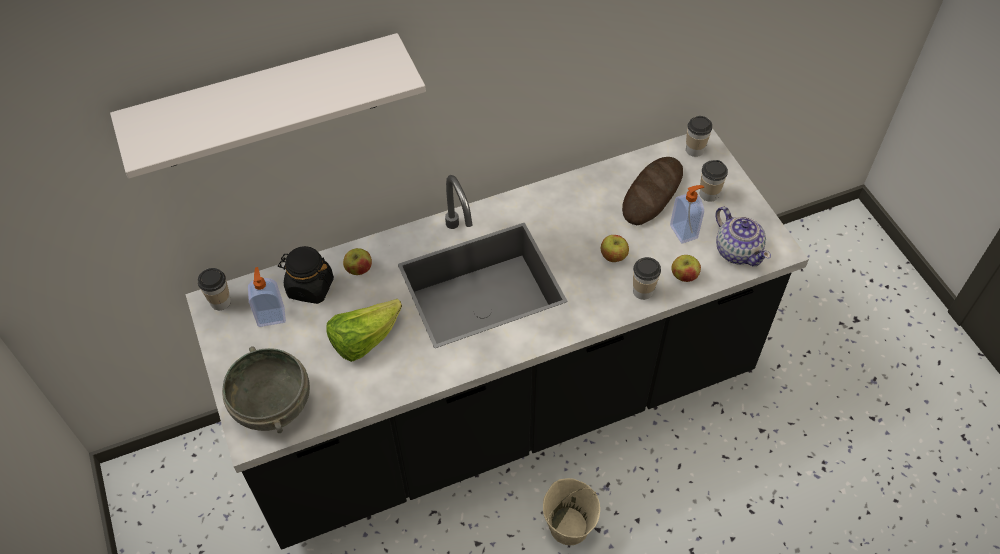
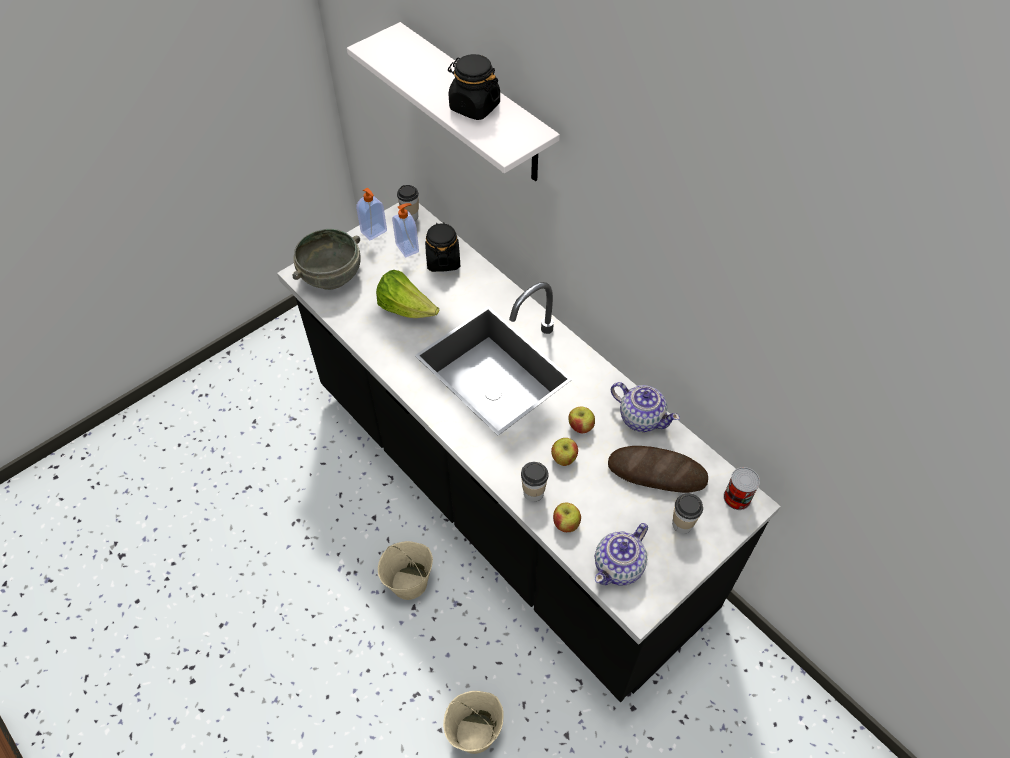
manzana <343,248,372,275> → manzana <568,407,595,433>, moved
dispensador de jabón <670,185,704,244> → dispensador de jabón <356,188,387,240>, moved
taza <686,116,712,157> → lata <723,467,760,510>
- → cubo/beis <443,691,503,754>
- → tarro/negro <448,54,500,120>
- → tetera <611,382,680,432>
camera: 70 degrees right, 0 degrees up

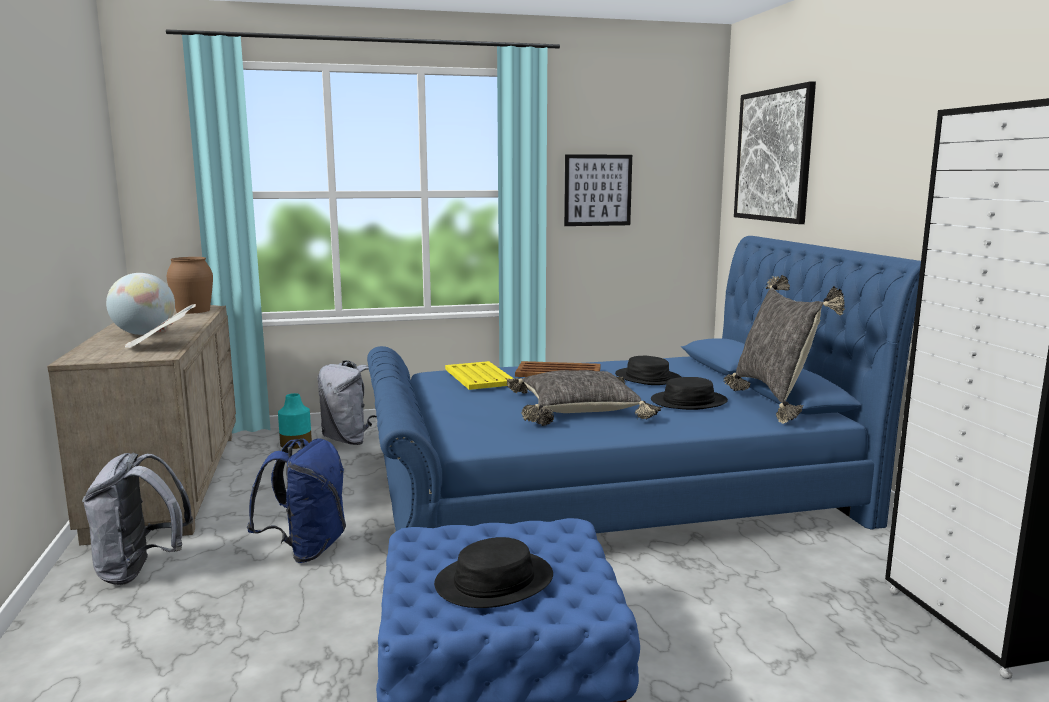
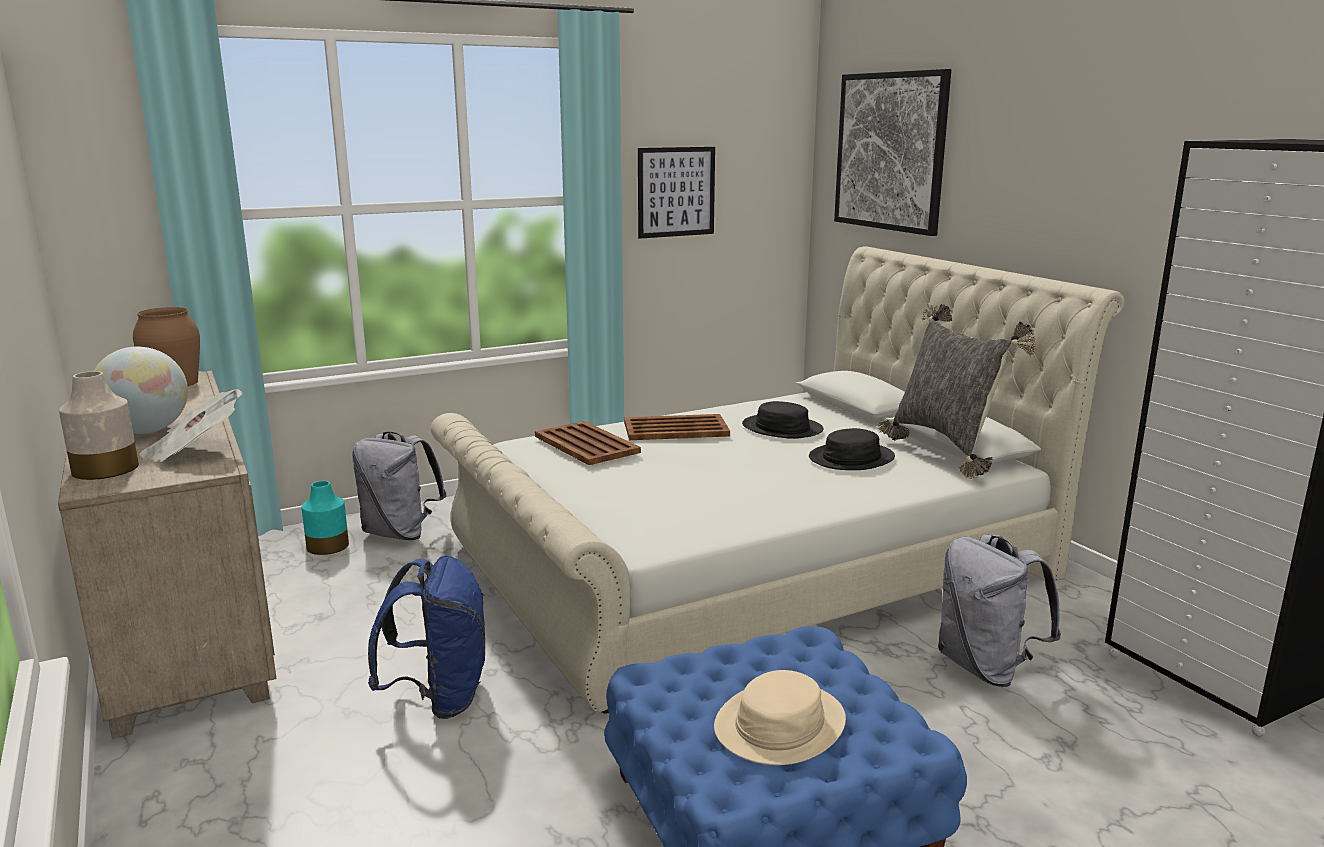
mochila/gris <82,453,193,585> → mochila/gris <938,534,1061,687>, moved
cama/azul <367,236,921,533> → cama/beis <430,246,1125,714>
sombrero/negro <434,537,553,608> → sombrero/beis <714,670,846,765>
bandeja/amarillo <445,361,514,390> → bandeja/marrón <535,421,641,465>
cojín <506,370,663,426> → -
- → florero/beis <59,371,139,480>
camera: 15 degrees left, 5 degrees up

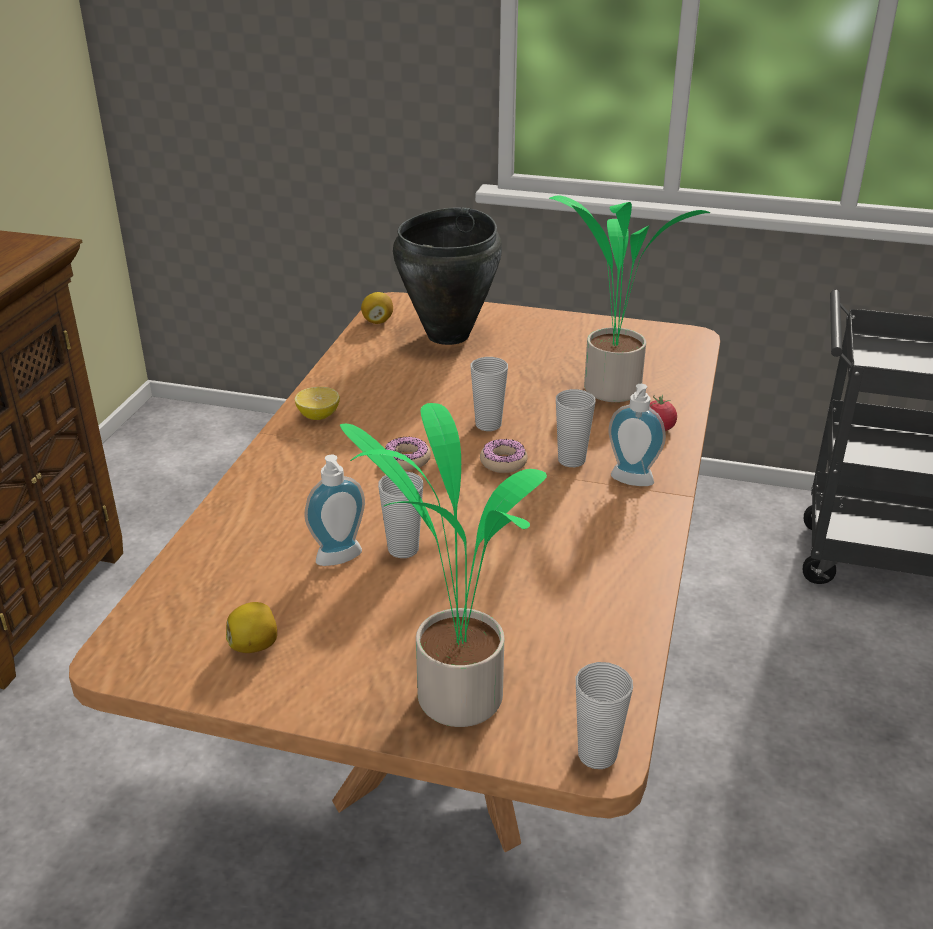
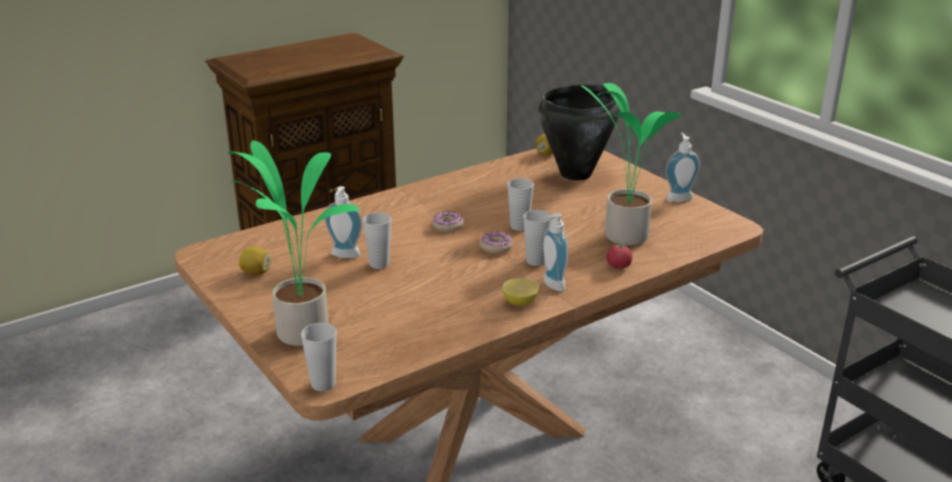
limón <295,387,340,420> → limón <502,278,539,306>, moved
- → dispensador de jabón <666,133,700,202>
camera: 40 degrees right, 5 degrees down

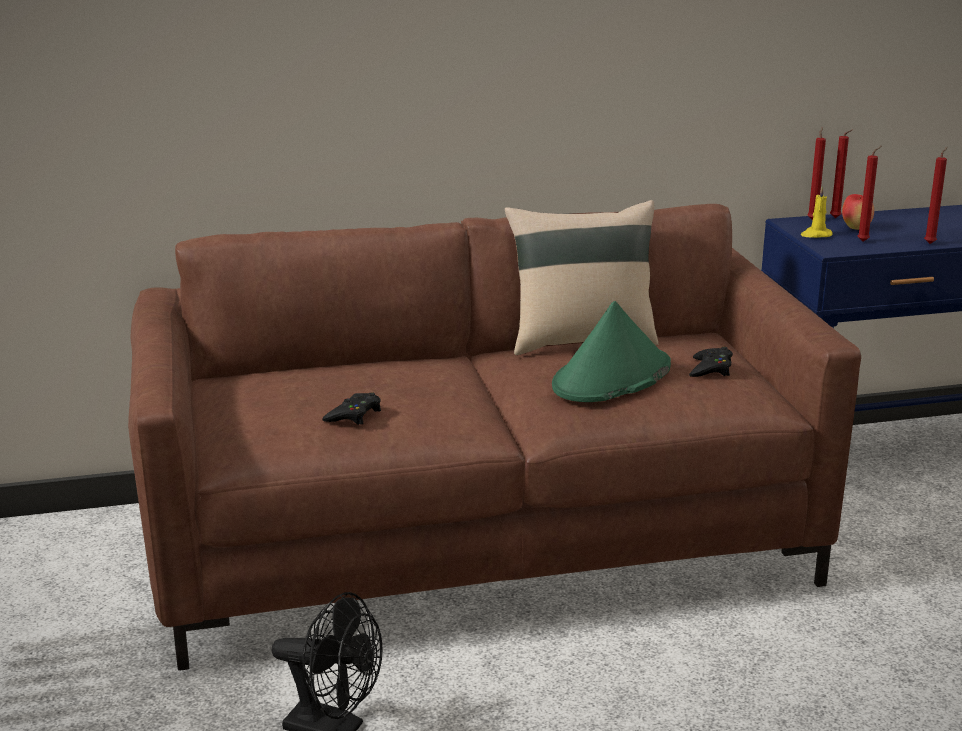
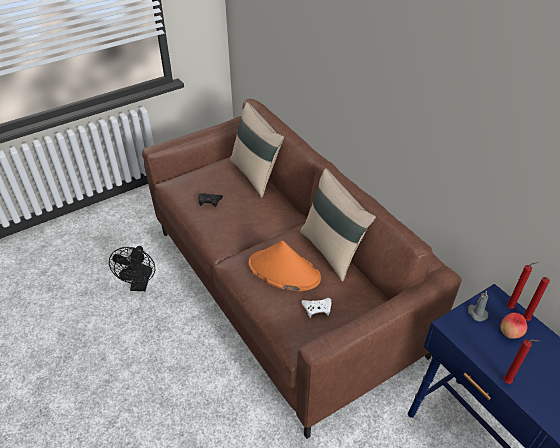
sombrero/verde <552,301,671,402> → sombrero/naranja <249,241,321,291>
mando de consola/negro <689,347,733,377> → mando de consola/blanco <301,298,331,318>
vela/amarillo <801,186,832,238> → vela/gris <468,291,488,321>
vela/rojo <857,146,882,241> → -
- → cojín/beis <230,102,284,198>
camera: 70 degrees right, 20 degrees up

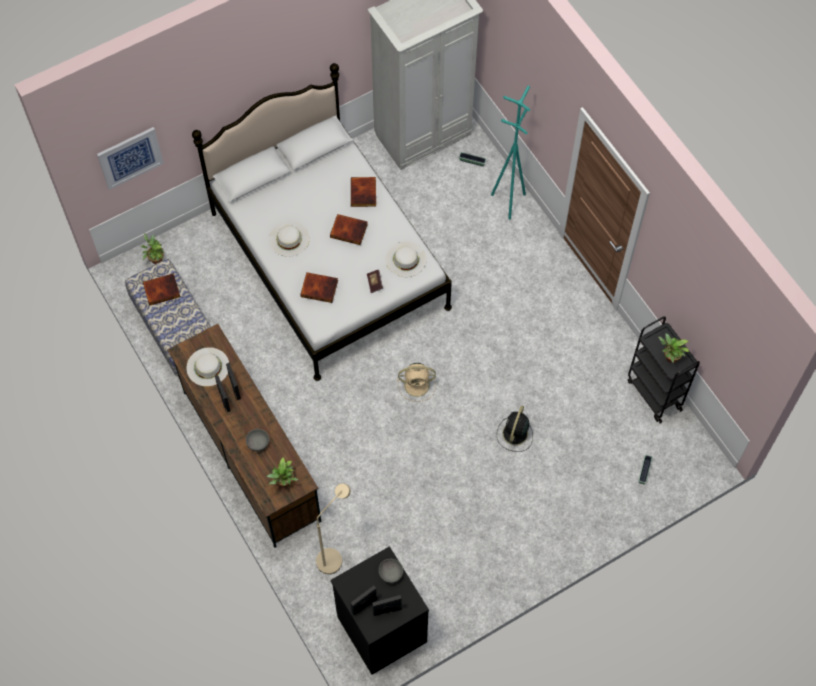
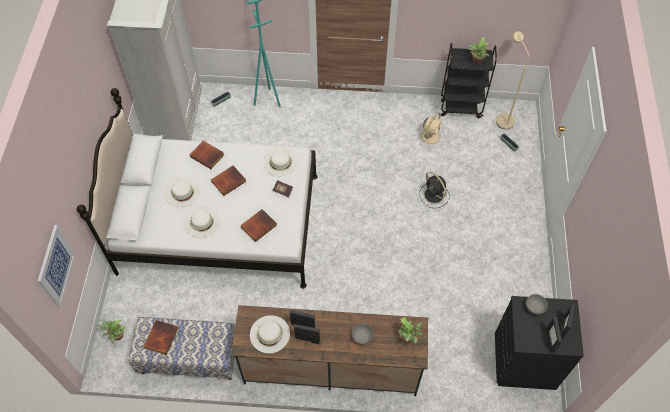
lámpara de pie/beis <316,484,351,574> → lámpara de pie/beis <496,31,529,129>, moved
ventilador/beis <397,363,436,401> → ventilador/beis <418,112,445,148>, moved
- → sombrero/blanco <165,177,200,207>
camera: 55 degrees left, 5 degrees down

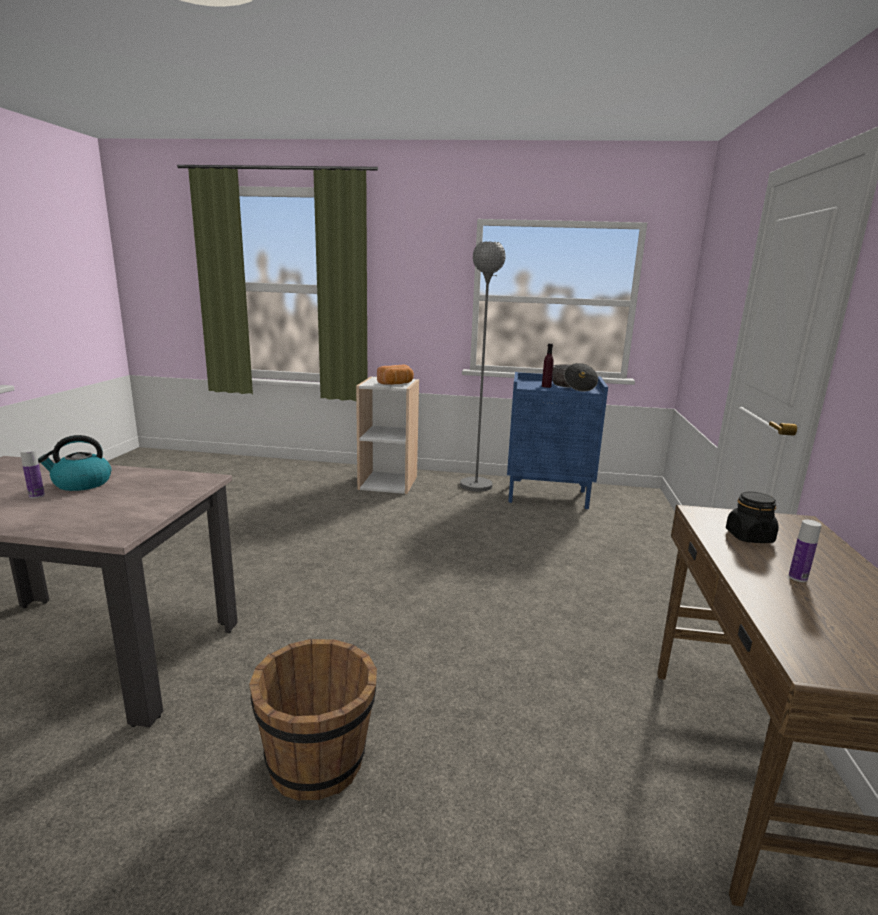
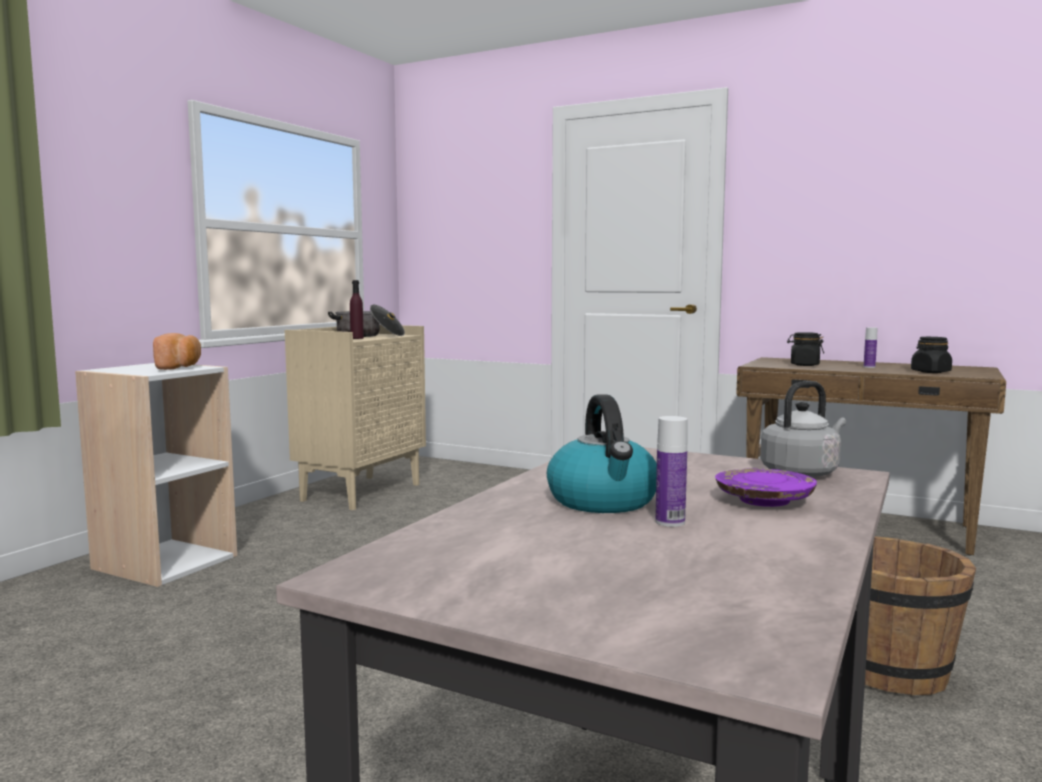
lámpara de pie/gris <460,241,506,492> → -
armario/azul <507,372,608,509> → armario/beis <285,325,426,510>
- → plato/morado <715,468,817,507>
- → hervidor/gris <760,381,846,477>
- → tarro/negro <911,337,952,373>
camera: 70 degrees left, 10 degrees down

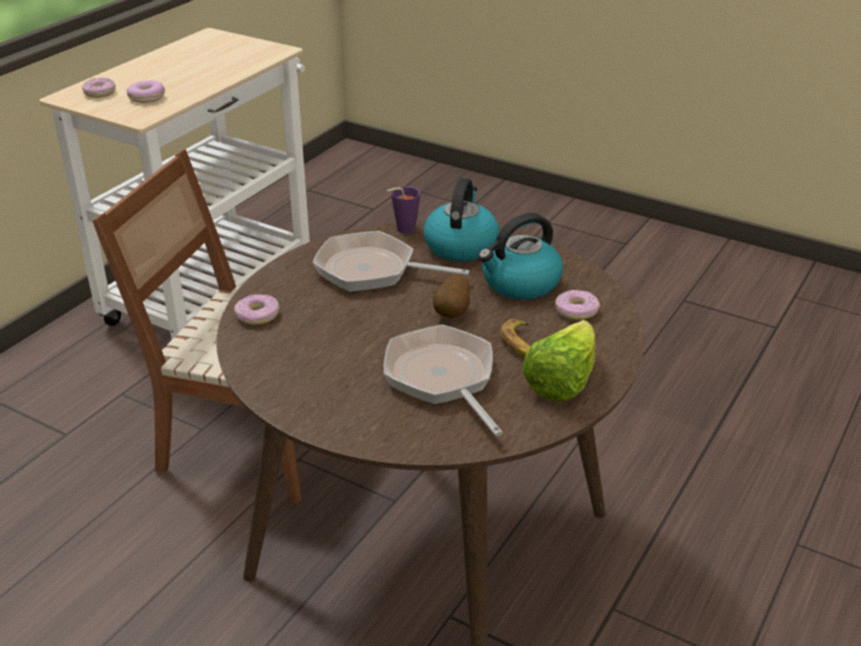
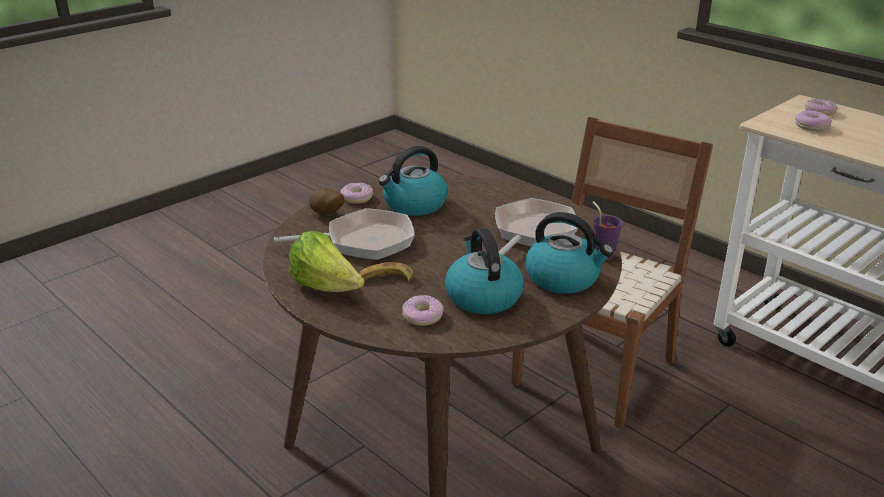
rosquilla <234,294,279,325> → rosquilla <340,183,373,204>, moved
patata <433,274,470,318> → patata <309,188,344,215>, moved
- → hervidor <378,146,448,216>
camera: 105 degrees right, 5 degrees down

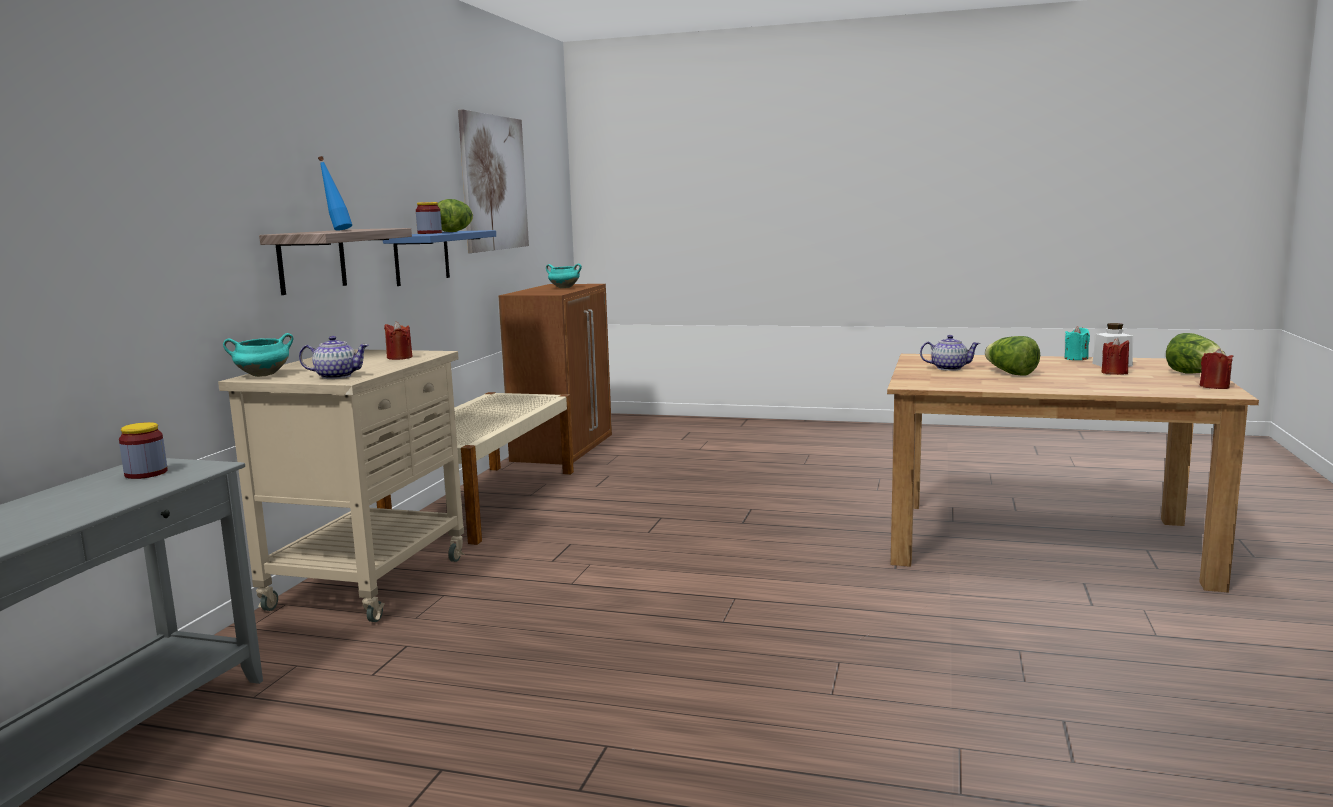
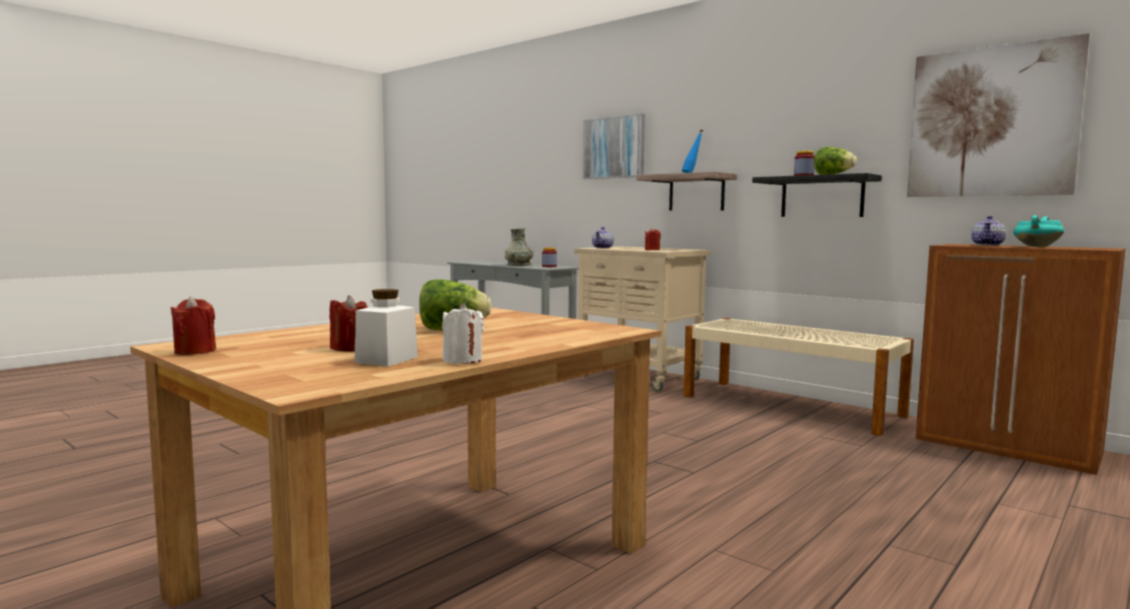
olla/turquesa <223,333,293,377> → -
estante/azul <383,230,496,286> → estante/negro <752,173,882,217>
tetera <920,335,980,371> → tetera <971,216,1006,245>, moved
vela/turquesa <1064,326,1090,360> → vela/blanco <442,303,484,364>
lechuga <1166,333,1226,374> → -
- → florero/gris <505,228,534,266>
- → cuadro <582,114,645,179>
camera: 115 degrees right, 5 degrees down

